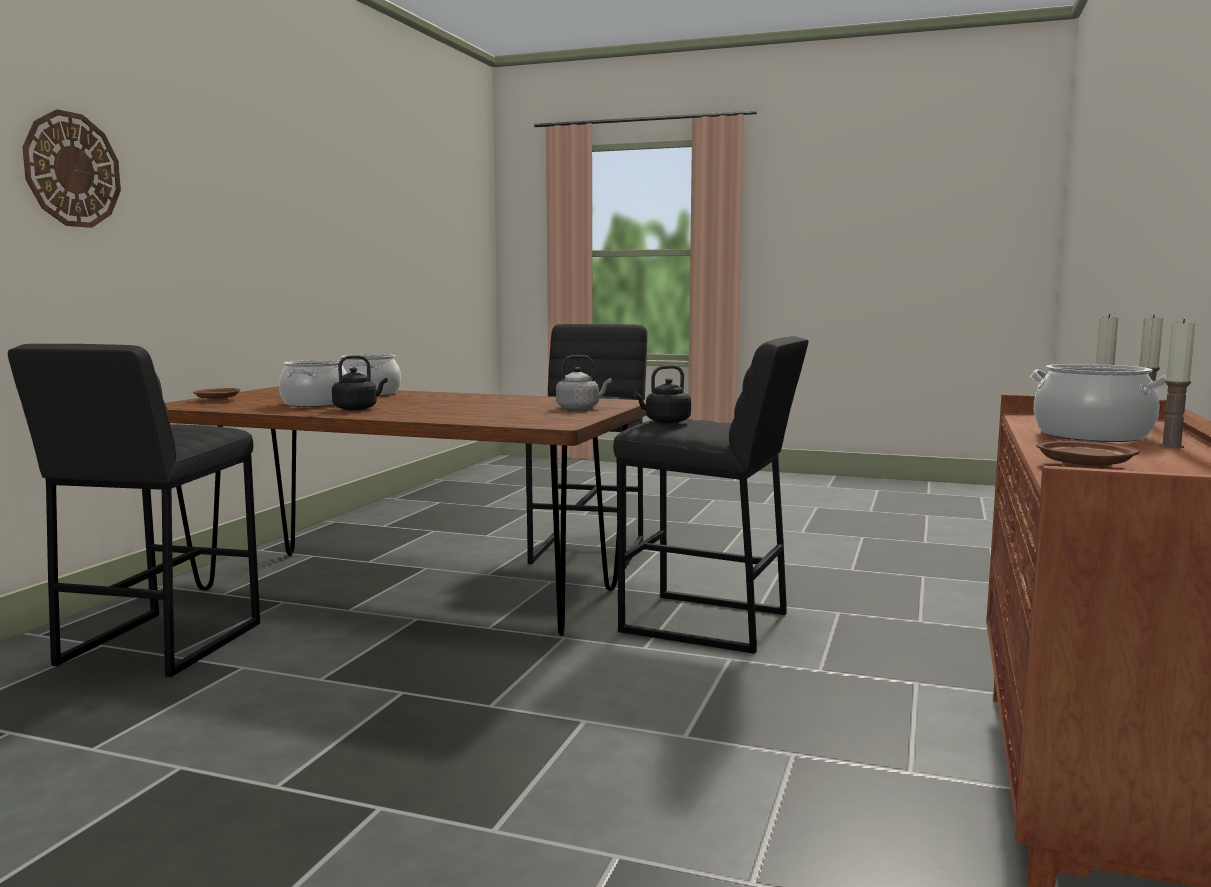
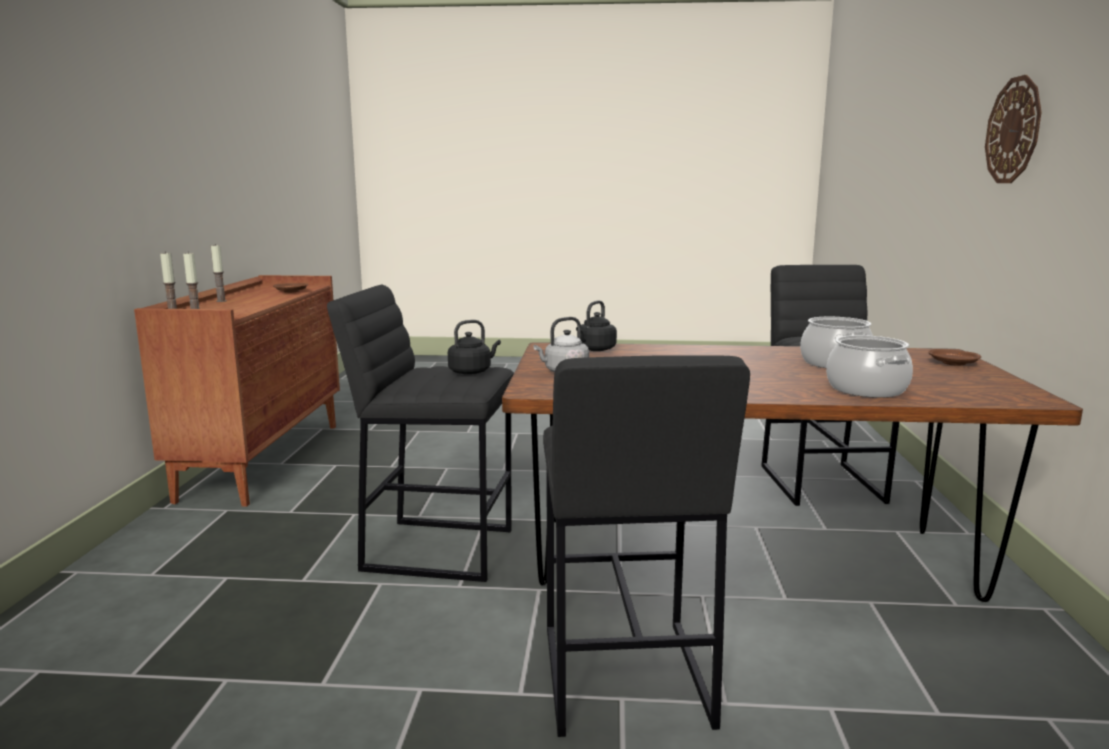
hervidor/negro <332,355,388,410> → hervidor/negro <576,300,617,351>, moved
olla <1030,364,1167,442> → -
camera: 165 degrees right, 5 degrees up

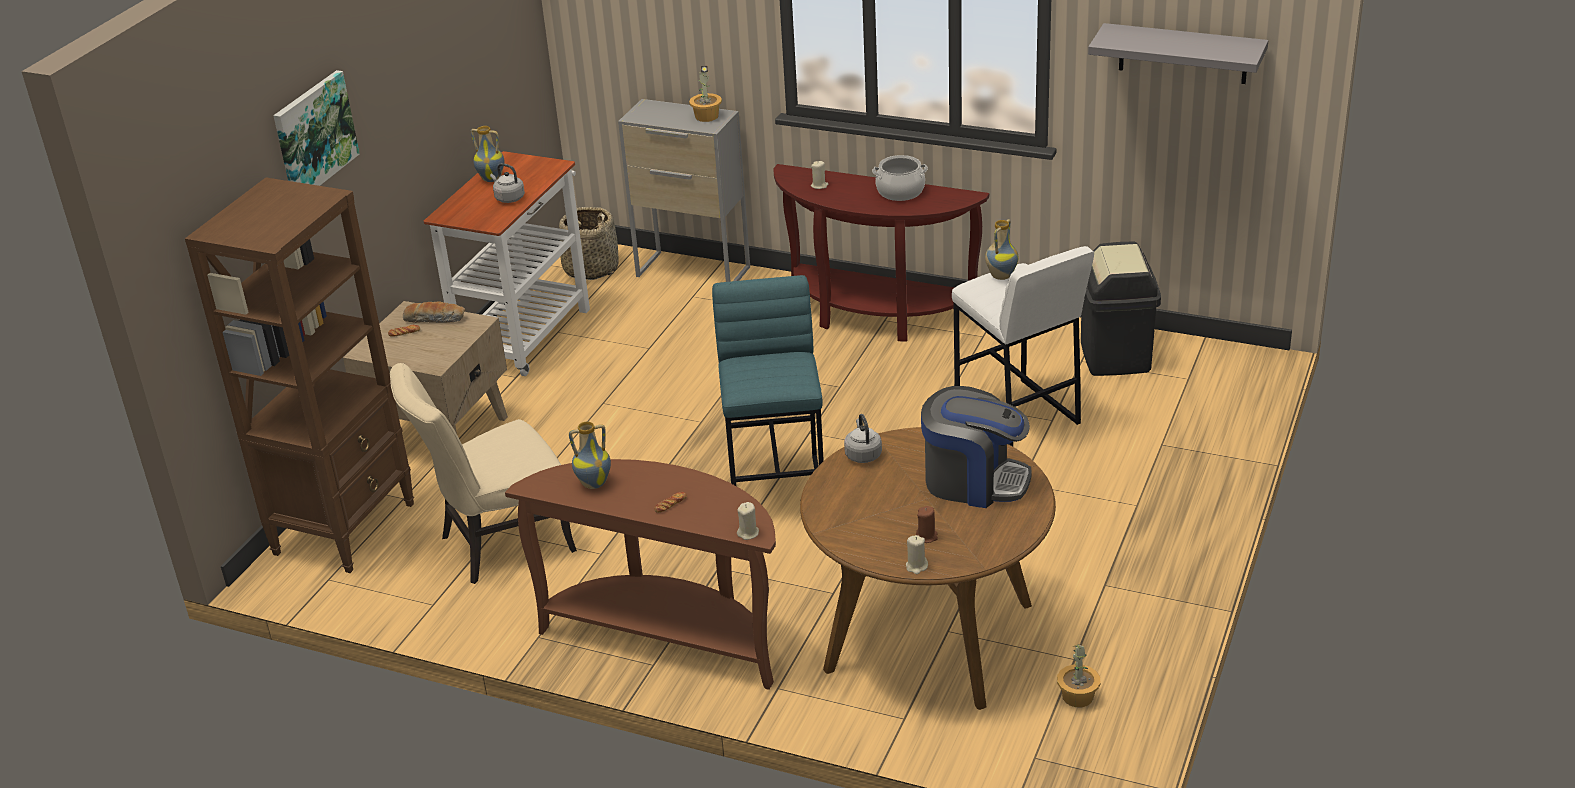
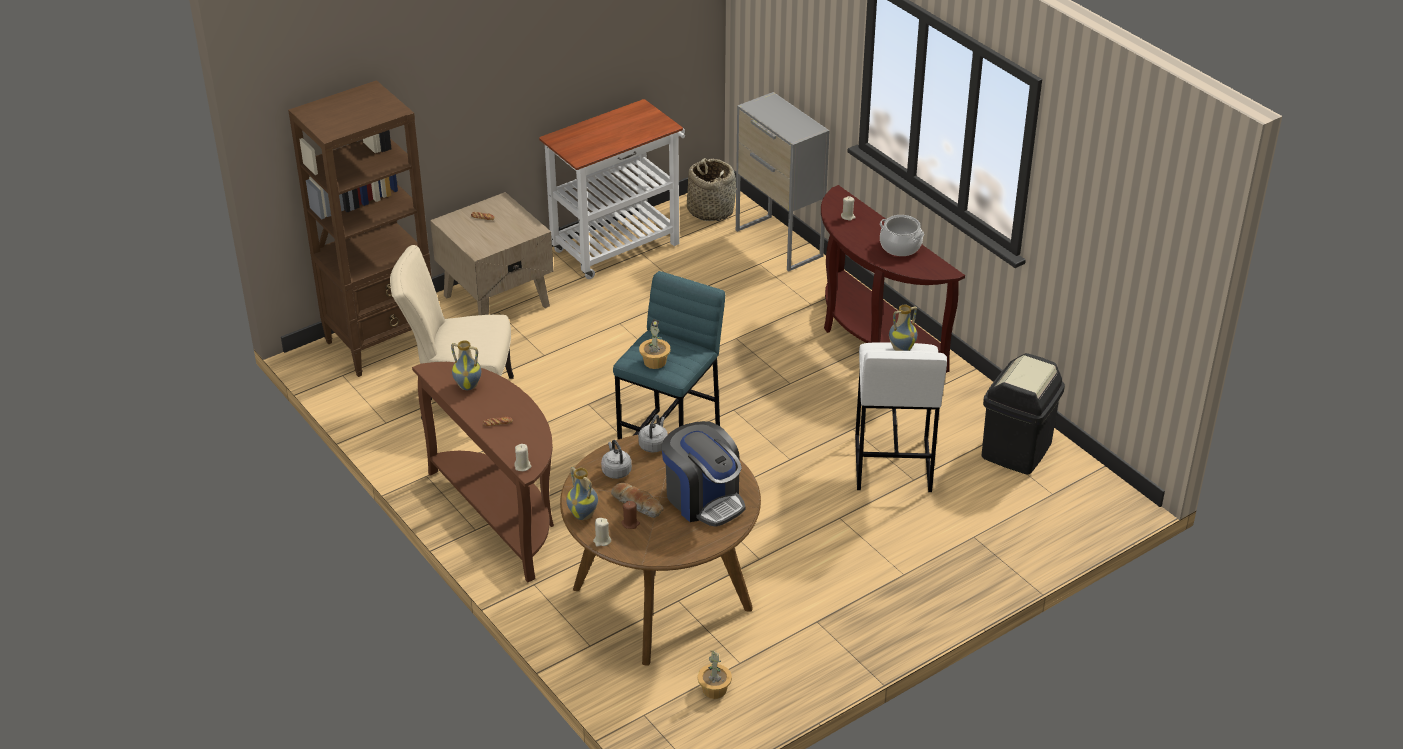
cuadro <273,70,360,186> → -
pan <403,301,465,323> → pan <611,483,664,518>, moved
florero <471,126,505,182> → florero <566,467,598,520>, moved
hervidor/gris <490,163,525,203> → hervidor/gris <601,440,632,479>, moved
planta en maceta <689,66,722,122> → planta en maceta <639,319,671,369>, moved
estante/gris <1088,23,1268,84> → -
camera: 30 degrees right, 5 degrees up

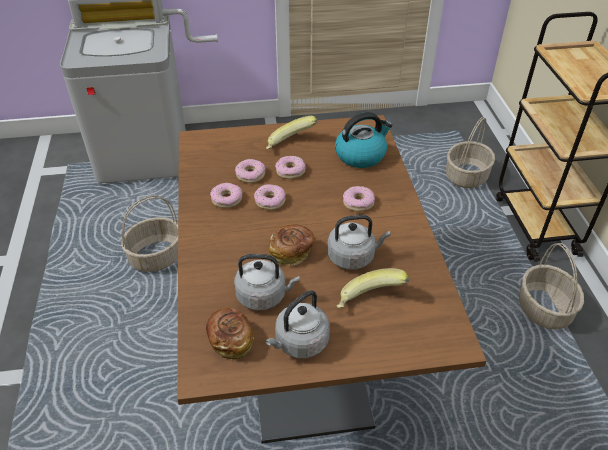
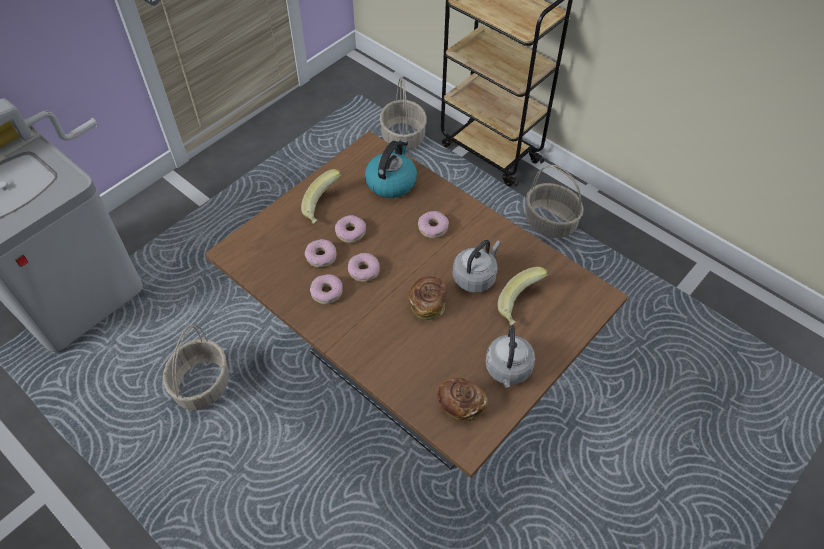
hervidor/gris <234,254,300,311> → -
camera: 40 degrees left, 10 degrees up

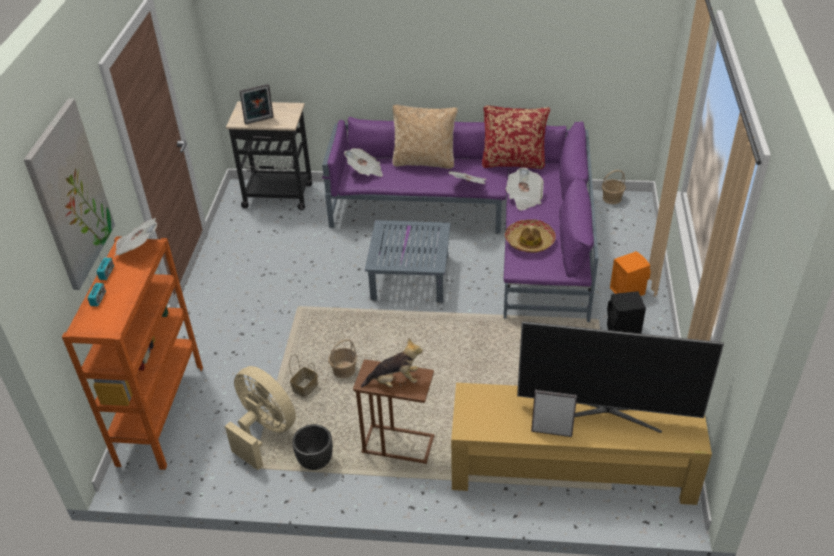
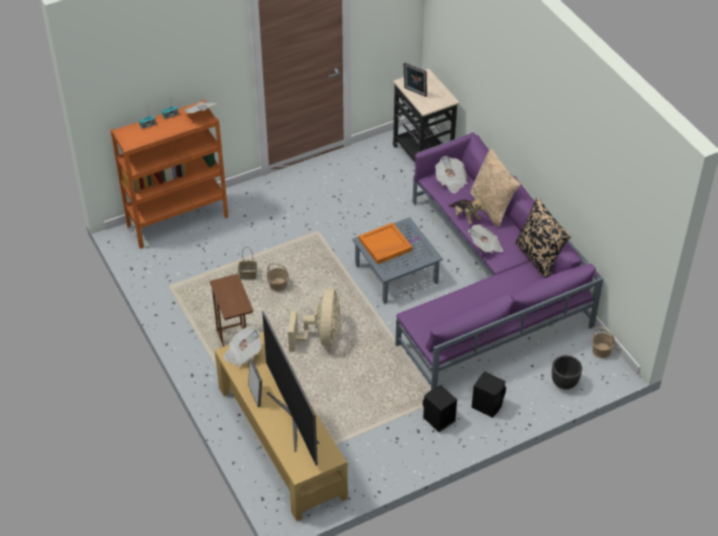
cuadro <24,98,115,290> → -
ventilador/beis <225,366,296,470> → ventilador/beis <288,288,341,352>, moved
maceta/negro <292,424,333,470> → maceta/negro <552,355,582,389>, moved
peluche <361,338,423,387> → peluche <448,196,485,224>, moved
cojín/rojo <482,105,550,169> → cojín/negro <516,198,571,278>
periódico <505,168,544,211> → periódico <223,327,262,367>, moved
sombrero <505,220,556,253> → -
altavoz/naranja <610,251,651,296> → altavoz/negro <472,371,506,418>
- → bandeja/naranja <359,222,412,264>
camera: 55 degrees right, 5 degrees up

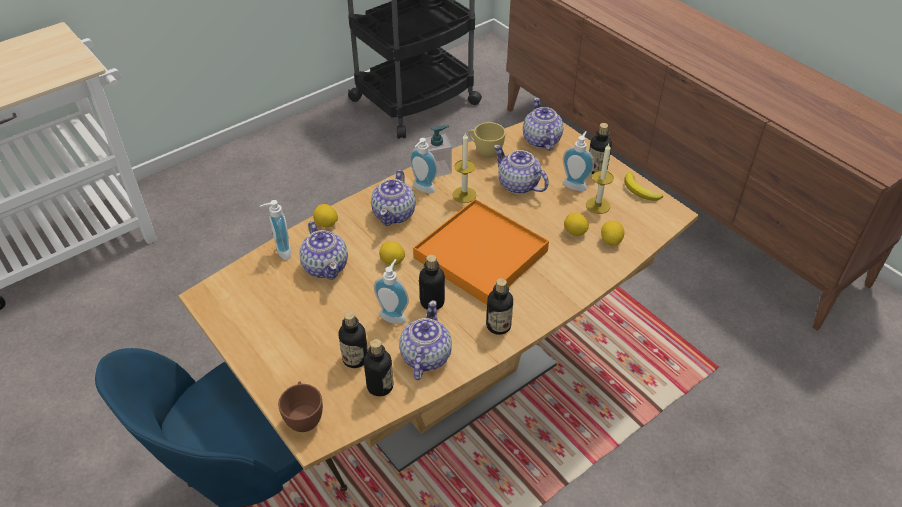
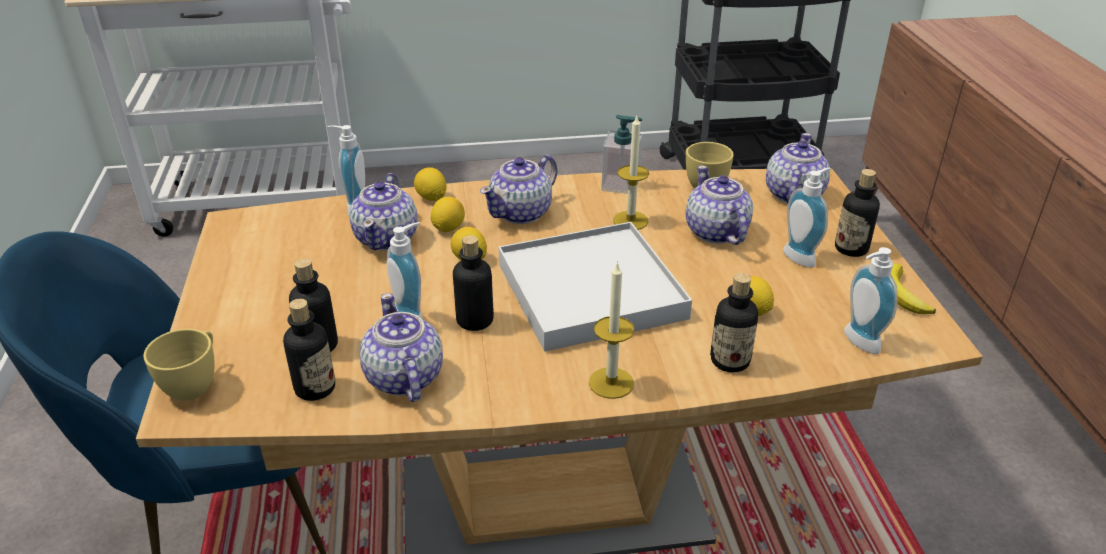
taza/marrón <278,381,323,432> → taza/amarillo <144,329,215,401>
tetera <399,300,452,380> → tetera <360,293,443,402>, 60 degrees counterclockwise
dispensador de jabón <410,138,437,193> → dispensador de jabón <844,247,898,354>, moved
bandeja/naranja <413,199,549,305> → bandeja/blanco <498,222,692,352>
botella <486,278,513,335> → botella <710,273,758,373>, moved
vela <586,144,614,214> → vela <589,261,634,399>, moved
limón <601,221,624,246> → limón <430,197,465,232>, moved
camera: 30 degrees right, 10 degrees down

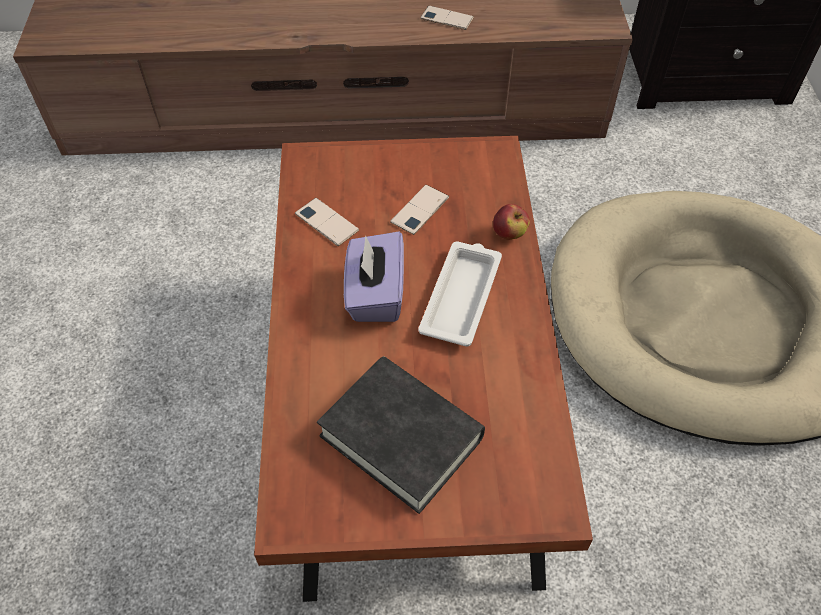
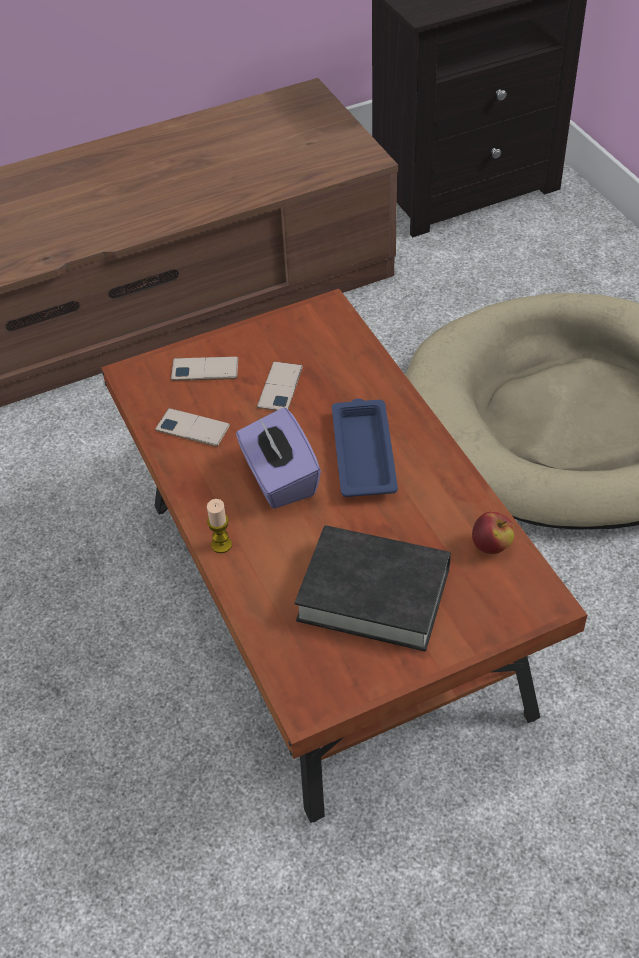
bandeja/blanco <418,241,502,347> → bandeja/azul <332,399,398,497>
móvil <420,6,474,30> → móvil <171,357,238,381>, moved
manzana <493,204,530,240> → manzana <472,512,514,554>, moved
- → vela <207,499,232,553>
camera: 20 degrees left, 5 degrees down

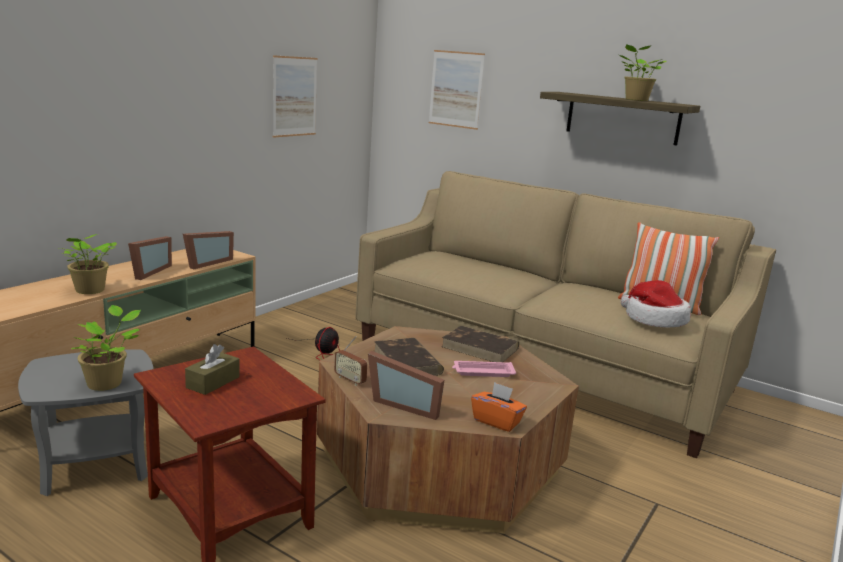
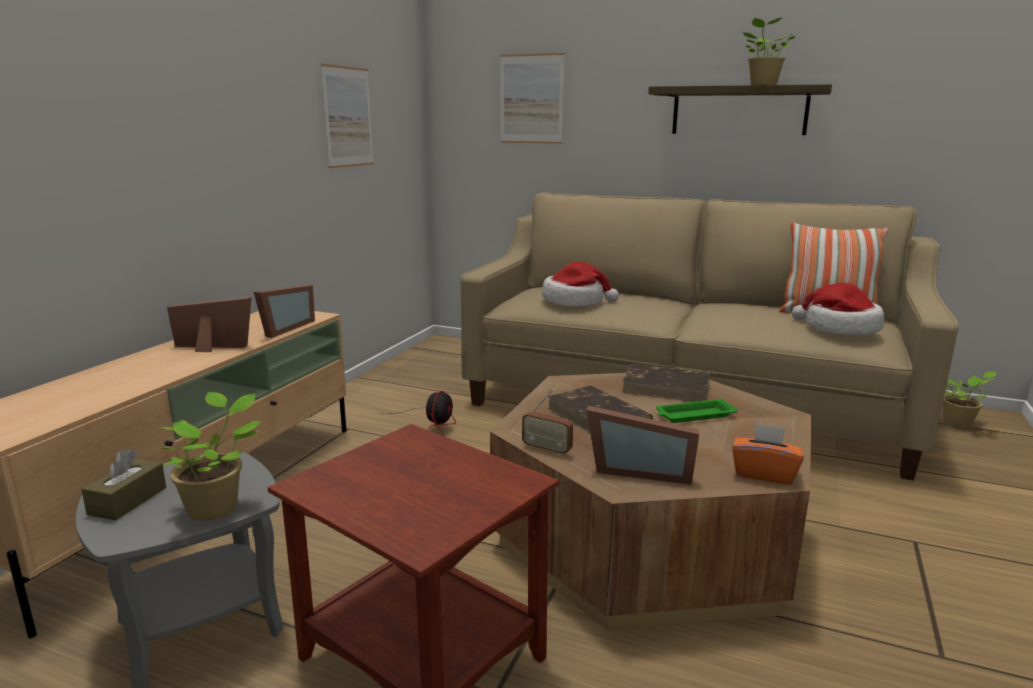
planta en maceta <60,234,117,294> → planta en maceta <943,371,996,428>, moved
portarretratos <128,236,172,280> → portarretratos <167,297,251,352>, 90 degrees counterclockwise
caja de pañuelos/marrón <185,344,240,395> → caja de pañuelos/marrón <81,449,166,521>, moved
bandeja/rosa <452,361,516,377> → bandeja/verde <656,398,738,423>
- → sombrero <542,262,619,306>
camera: 10 degrees left, 0 degrees up

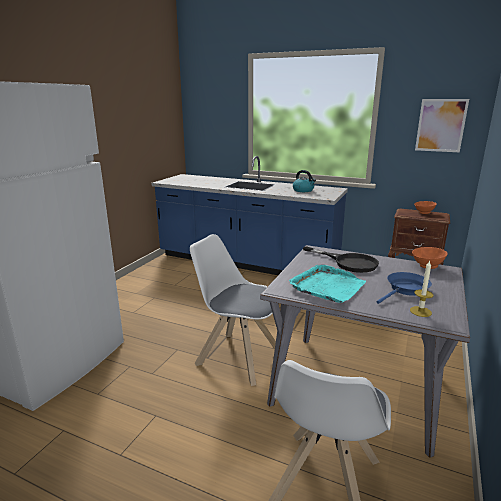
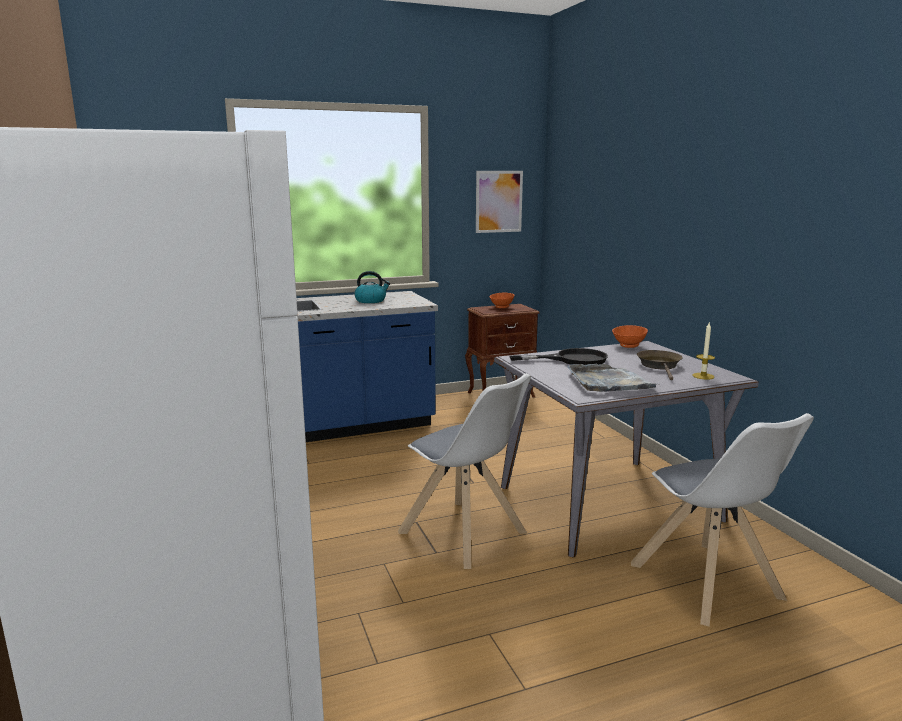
silla <190,234,276,386> → silla <398,373,531,569>, 120 degrees counterclockwise
bandeja/turquesa <289,264,366,303> → bandeja/gris <567,364,657,392>
sartén/azul <377,272,432,304> → sartén/marrón <637,350,683,380>
camera: 45 degrees left, 5 degrees down

